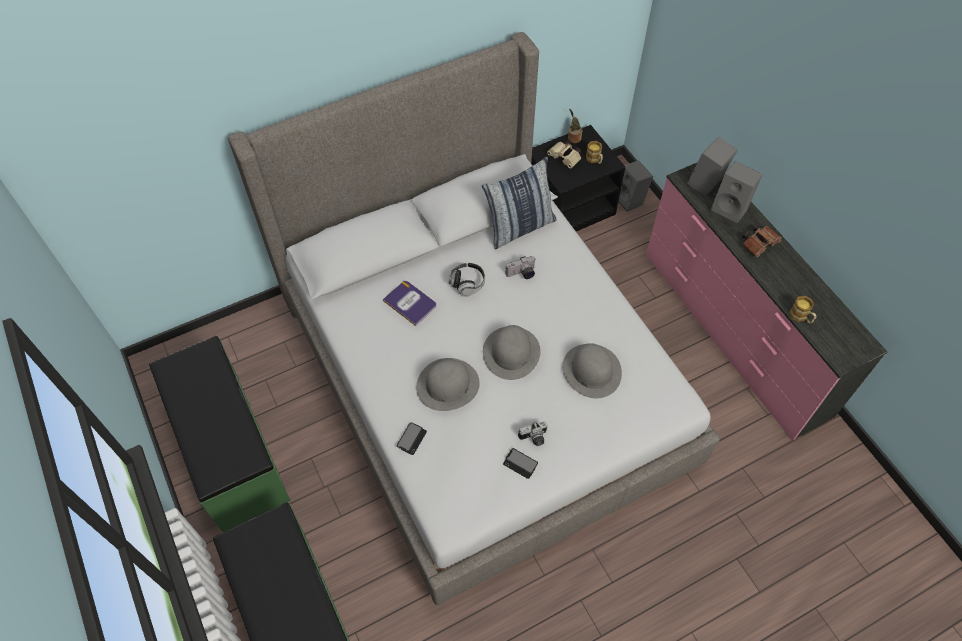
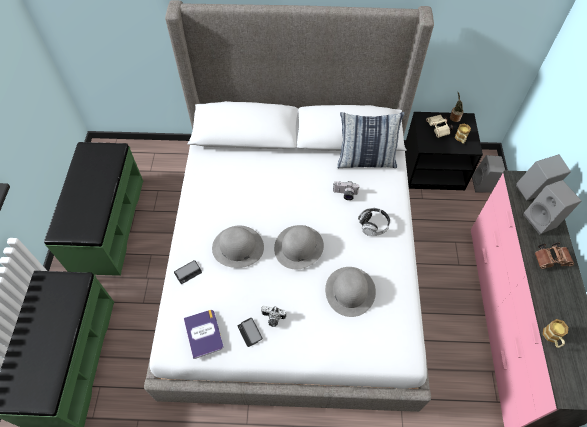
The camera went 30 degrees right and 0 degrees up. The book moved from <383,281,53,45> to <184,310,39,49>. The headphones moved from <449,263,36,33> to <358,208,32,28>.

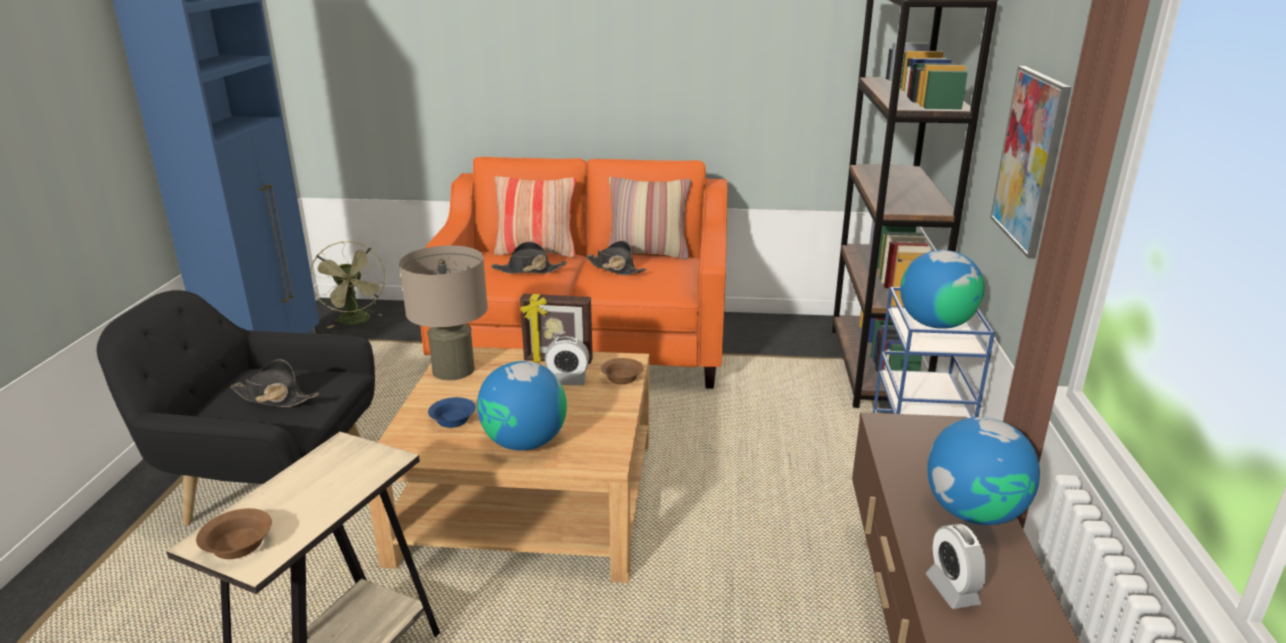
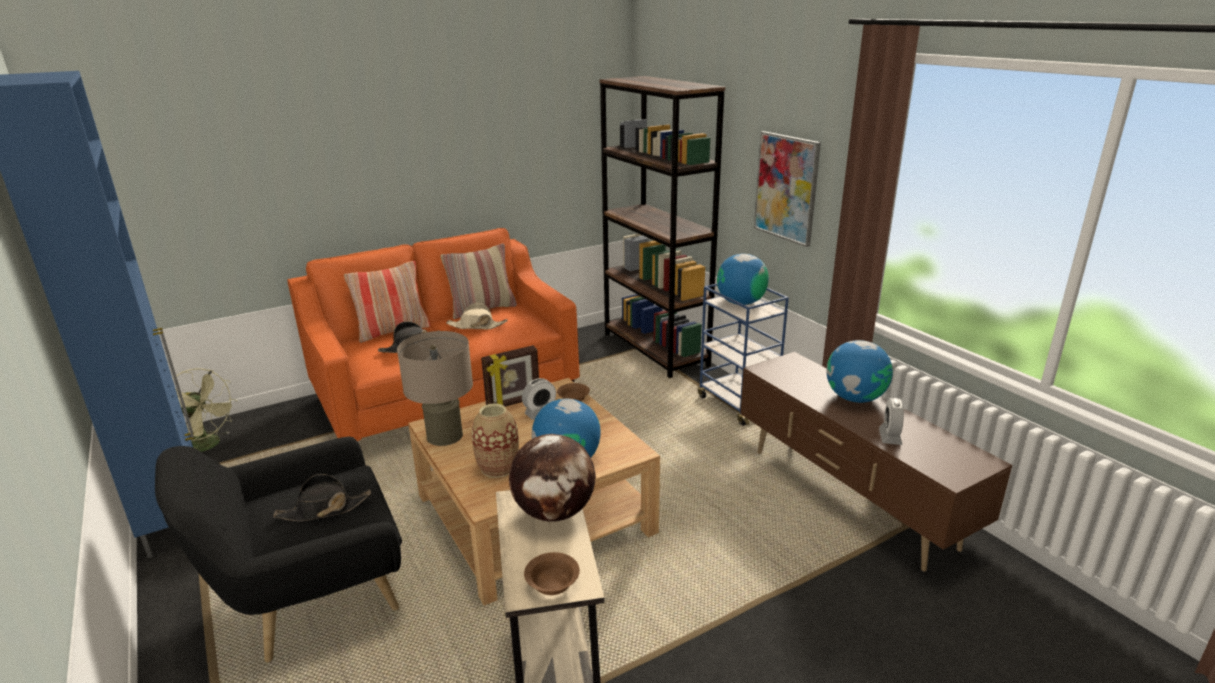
The camera went 35 degrees left and 0 degrees up. The blue bowl at <428,397,48,31> was replaced by the vase at <472,403,47,75>. The black hat at <586,241,61,34> became the beige hat at <446,302,62,27>. The alarm clock at <926,524,61,85> turned 60 degrees clockwise. The globe at <509,434,87,88> appeared.

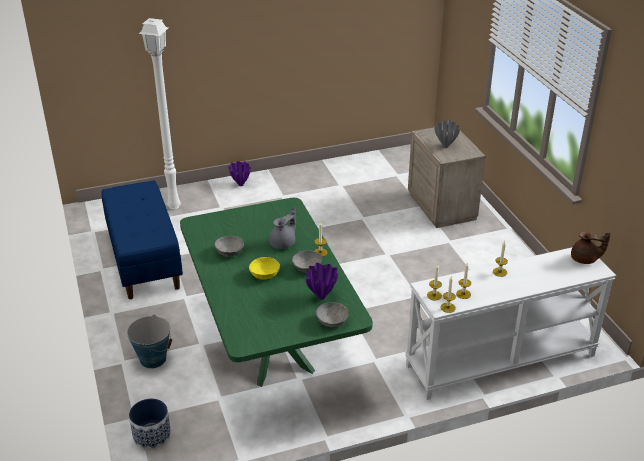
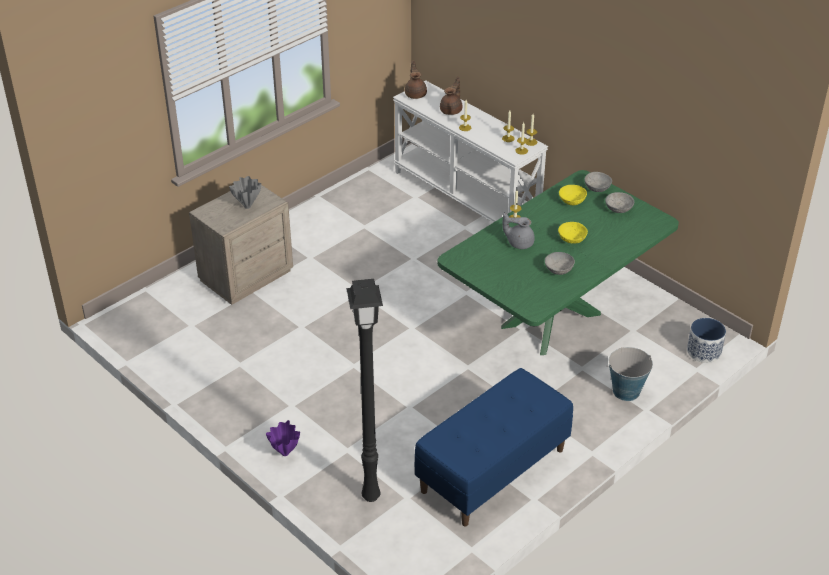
The camera went 115 degrees left and 5 degrees up. The white floor lamp at <139,18,42,191> became the black floor lamp at <347,279,36,223>. The grey bowl moved from <292,250,30,23> to <605,192,29,21>. The purple vase at <305,263,33,36> was replaced by the yellow bowl at <559,185,28,20>. The brown teapot at <440,77,22,38> appeared.

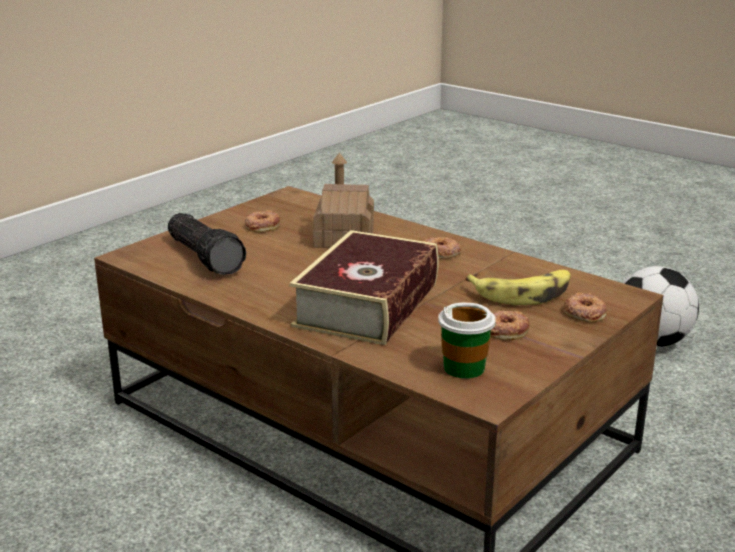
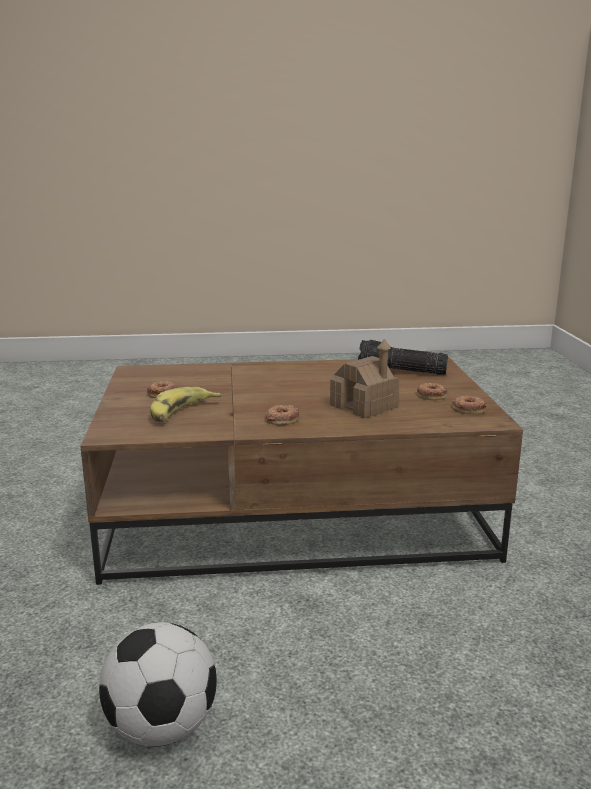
The camera went 135 degrees right and 5 degrees down. The book at <289,230,150,115> disappeared. The cup at <438,302,58,77> disappeared. The donut moved from <564,293,43,30> to <452,396,35,18>.

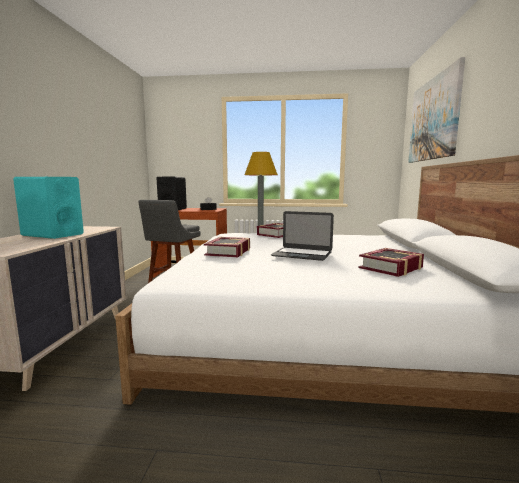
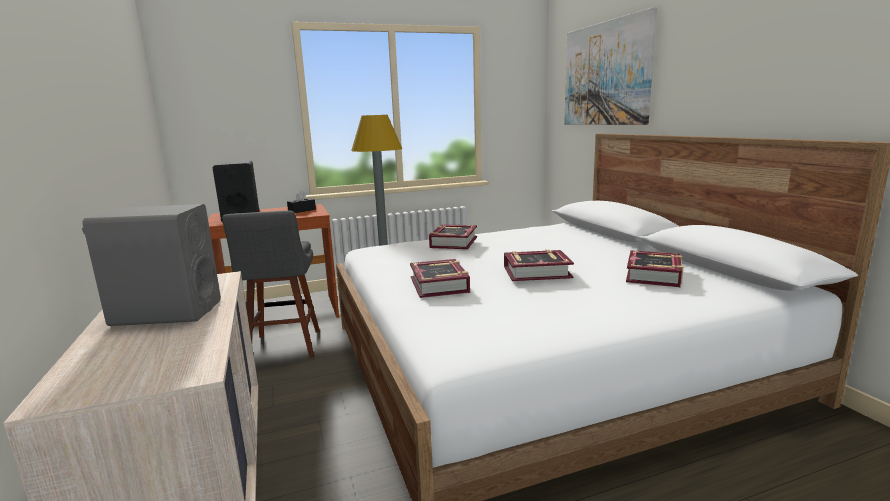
The camera went 25 degrees left and 5 degrees up. The turquoise speaker at <13,177,71,62> became the grey speaker at <82,204,139,122>. The laptop at <271,211,63,50> was replaced by the book at <504,250,70,31>.

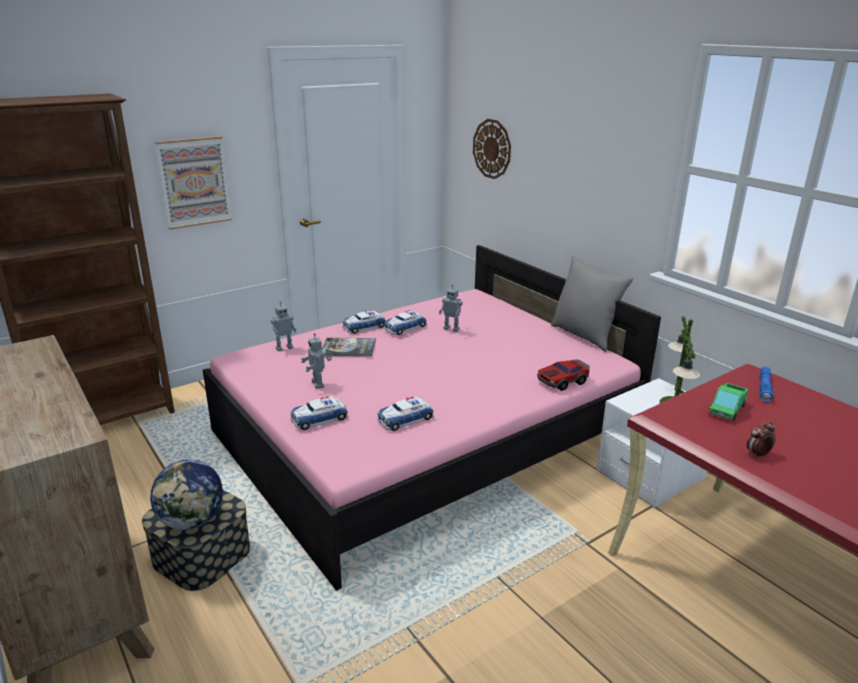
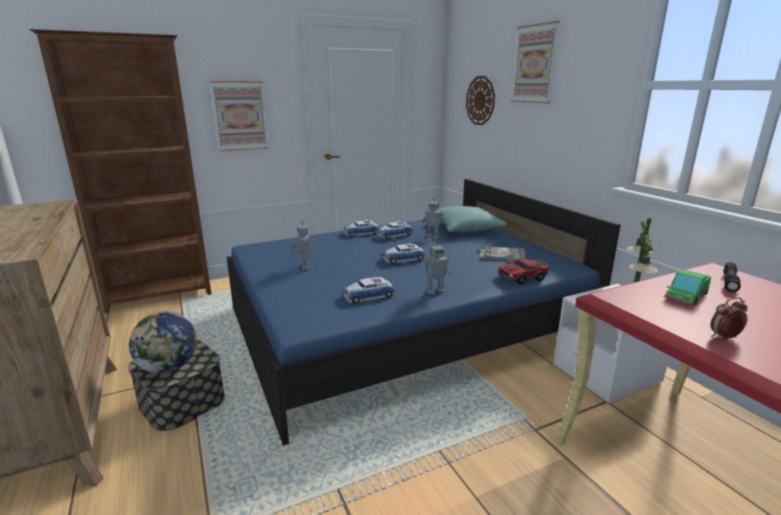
The camera went 10 degrees right and 5 degrees down. The pink bed at <203,245,458,346> became the blue bed at <227,179,394,267>. The toy robot moved from <271,301,26,51> to <425,241,27,54>. The toy car moved from <290,396,58,34> to <383,243,42,21>. The book moved from <322,338,54,18> to <479,246,48,15>. The grey pillow at <551,256,82,96> disappeared. The blue flashlight at <759,366,14,36> became the black flashlight at <723,262,18,30>. The turquoise pillow at <437,206,70,26> appeared. The picture at <511,21,49,82> appeared.

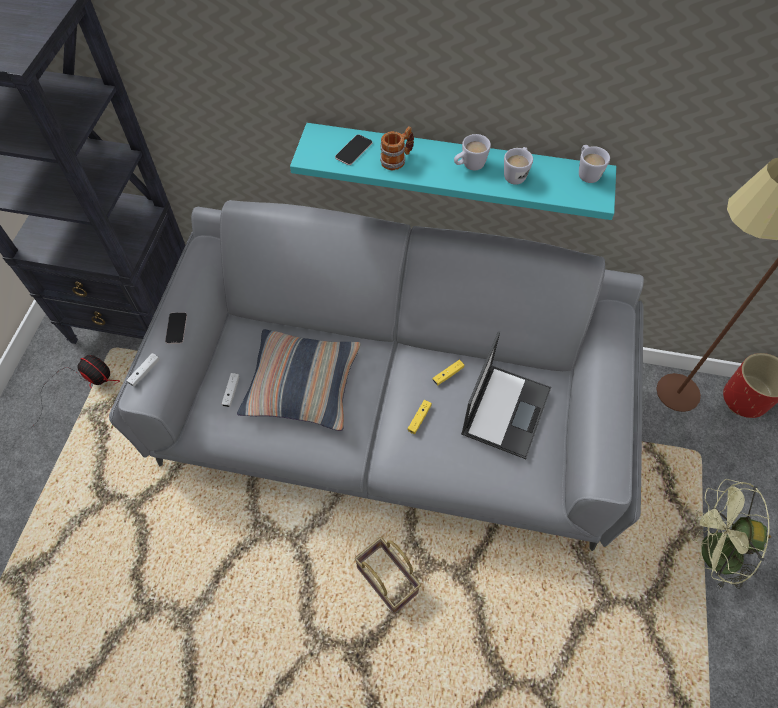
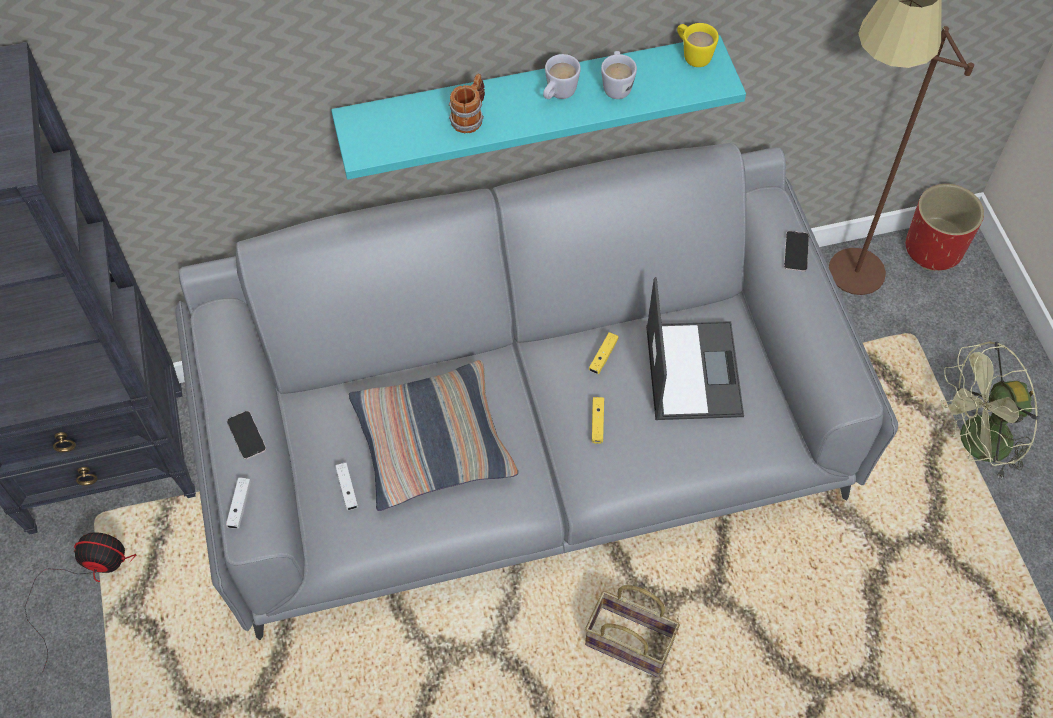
The camera went 25 degrees left and 0 degrees up. The phone moved from <335,134,37,31> to <784,231,25,41>. The white mug at <579,145,31,38> became the yellow mug at <677,23,42,44>.

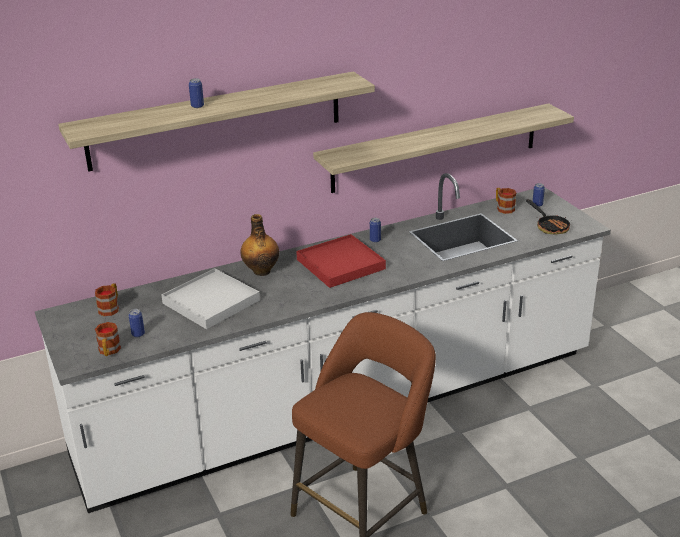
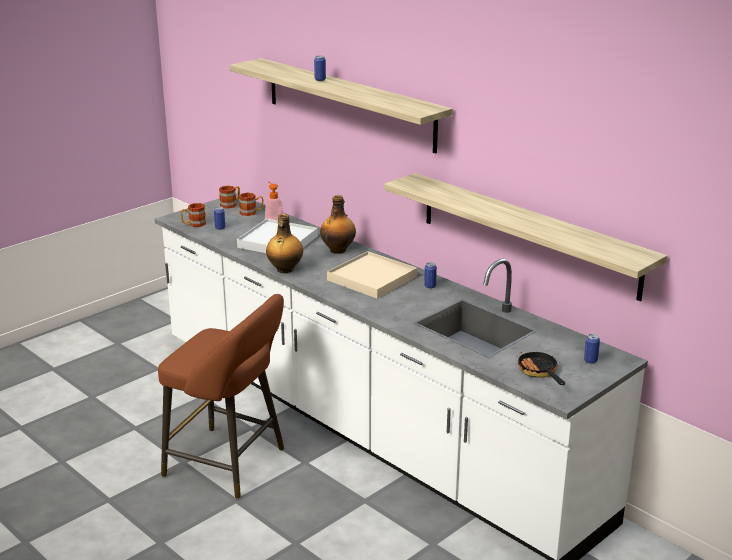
The camera went 70 degrees right and 5 degrees down. The red tray at <296,234,90,54> became the beige tray at <327,251,90,48>. The mug moved from <496,188,20,26> to <219,186,21,23>. The frying pan at <526,199,46,35> turned 120 degrees clockwise. The soap dispenser at <265,182,19,39> appeared. The bottle at <266,214,37,59> appeared.

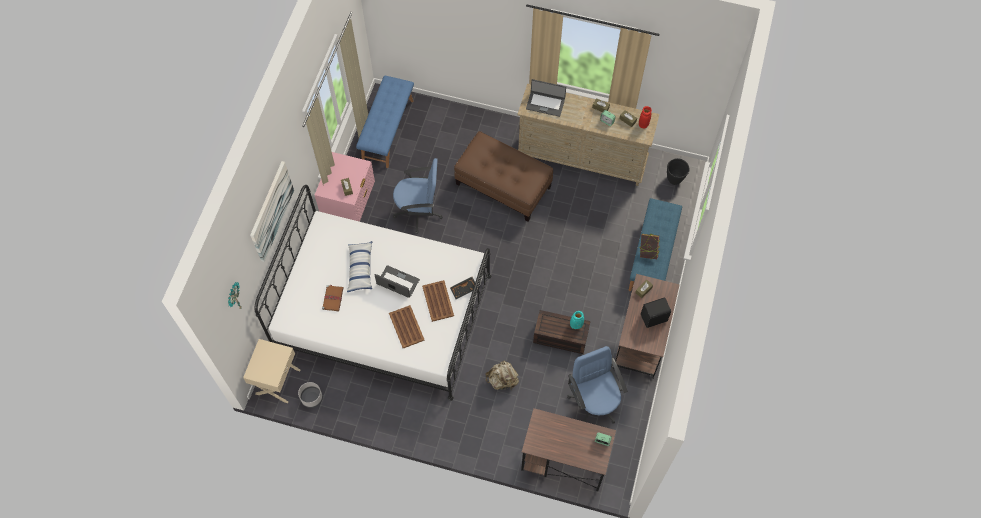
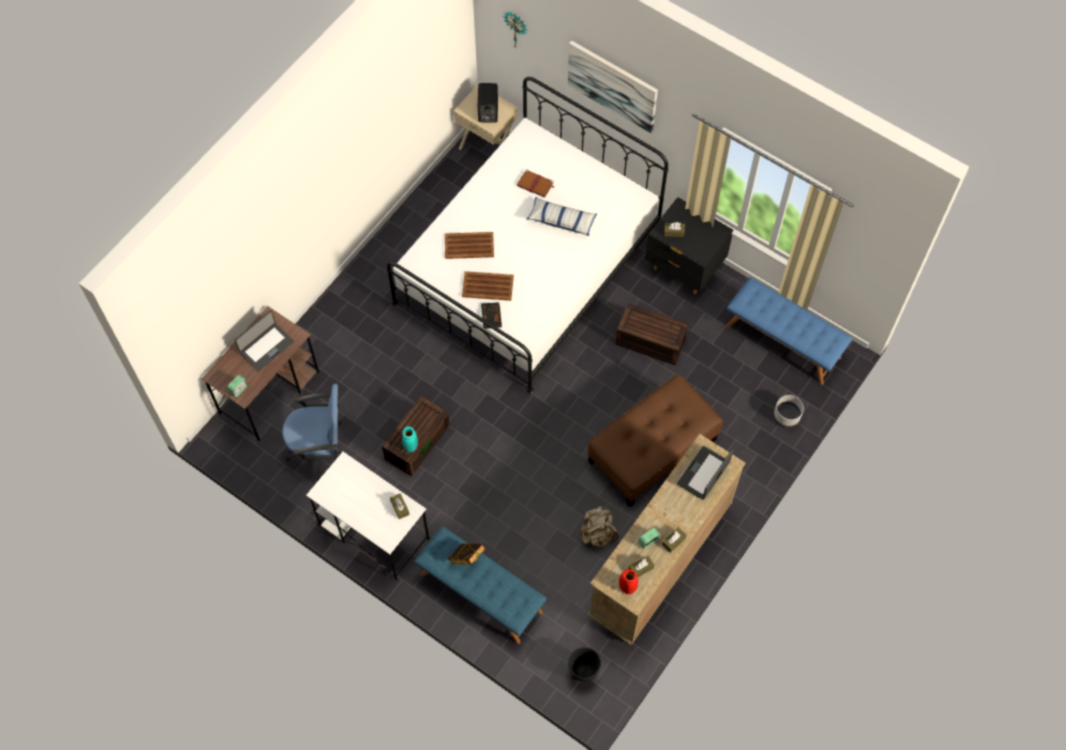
The camera went 110 degrees right and 0 degrees up. The grey planter moved from <298,382,25,26> to <774,395,30,33>. The pink nightstand at <315,152,60,70> became the black nightstand at <645,197,88,97>. The laptop moved from <375,265,45,33> to <235,310,59,61>. The blue office chair at <393,158,50,76> was replaced by the brown storage box at <616,303,73,62>. The beige backpack moved from <485,360,34,30> to <580,506,39,41>. The brown desk at <613,274,67,105> became the white desk at <306,452,124,129>. The black speaker moved from <641,297,30,31> to <478,83,20,40>.

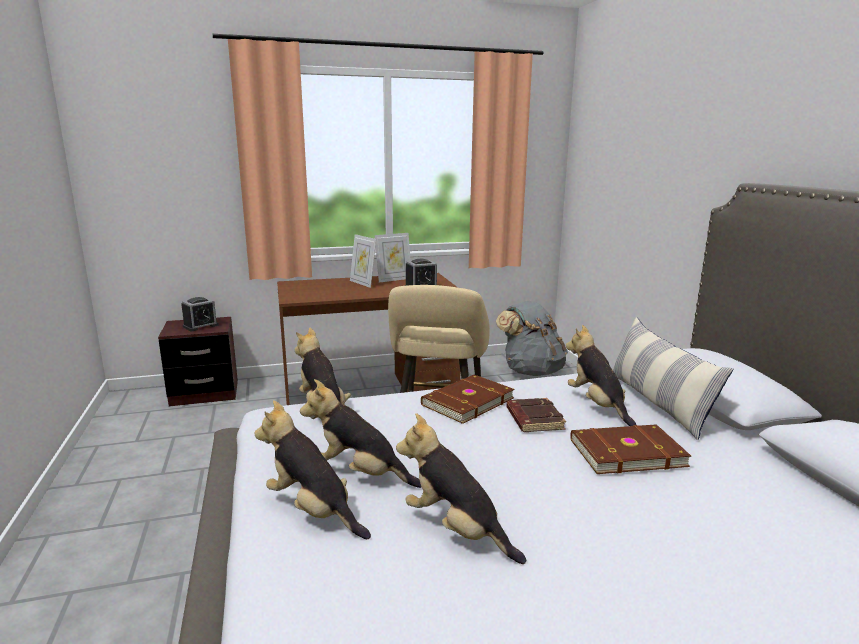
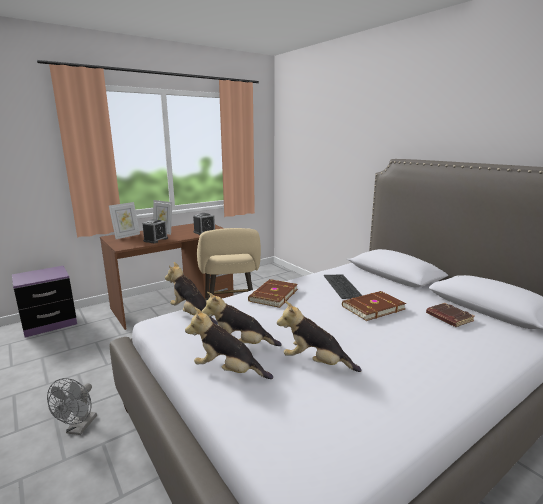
The camera went 20 degrees left and 0 degrees up. The brown nightstand at <158,317,80,89> became the purple nightstand at <12,266,65,71>. The alarm clock moved from <181,297,38,34> to <142,219,26,24>. The picture frame moved from <375,233,36,50> to <109,202,31,37>. The grey backpack at <496,301,72,75> disappeared. The brown book moved from <506,398,60,34> to <426,303,49,24>. The plush toy at <566,325,70,101> was replaced by the keyboard at <324,275,39,24>. The pillow at <612,317,122,123> disappeared. The grey fan at <47,378,50,57> appeared.

